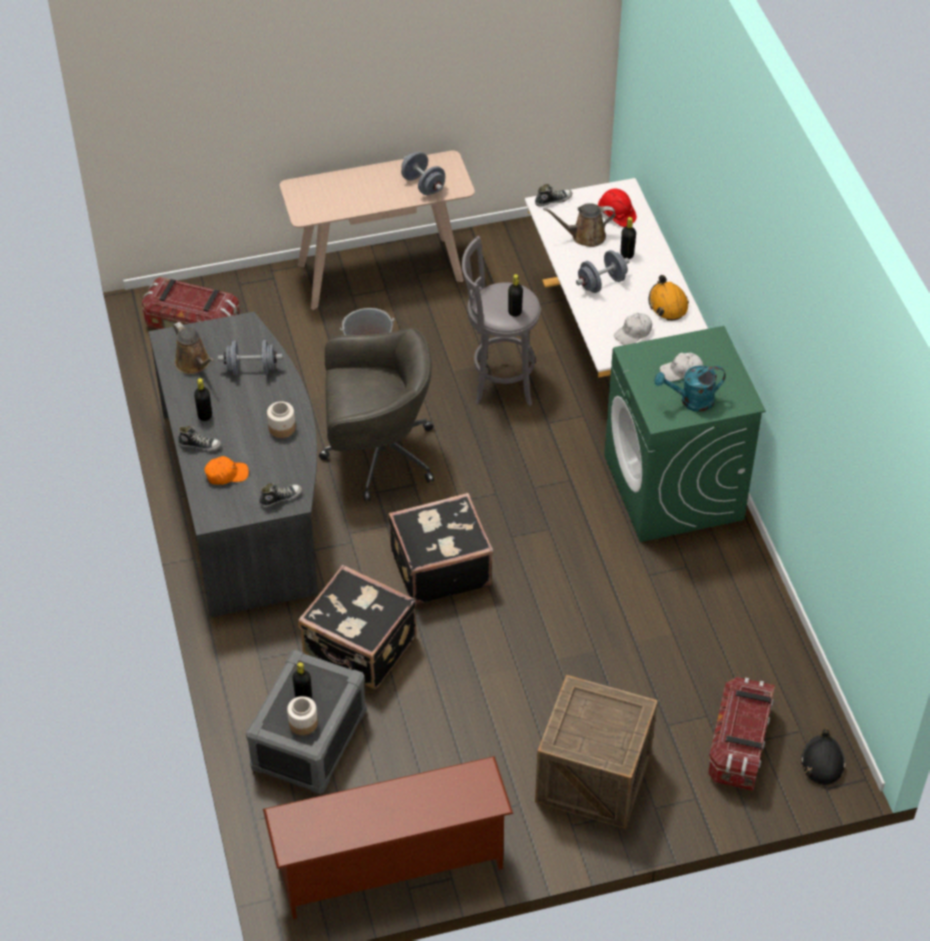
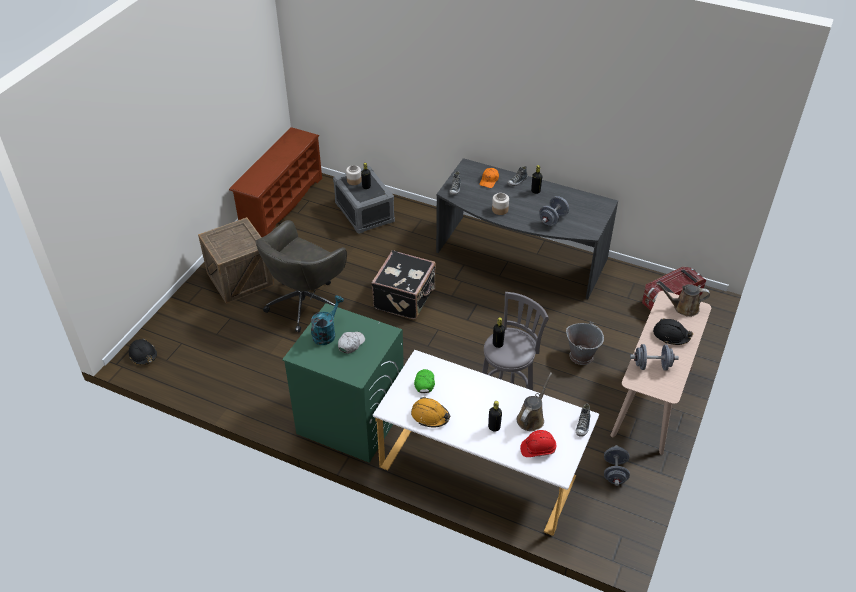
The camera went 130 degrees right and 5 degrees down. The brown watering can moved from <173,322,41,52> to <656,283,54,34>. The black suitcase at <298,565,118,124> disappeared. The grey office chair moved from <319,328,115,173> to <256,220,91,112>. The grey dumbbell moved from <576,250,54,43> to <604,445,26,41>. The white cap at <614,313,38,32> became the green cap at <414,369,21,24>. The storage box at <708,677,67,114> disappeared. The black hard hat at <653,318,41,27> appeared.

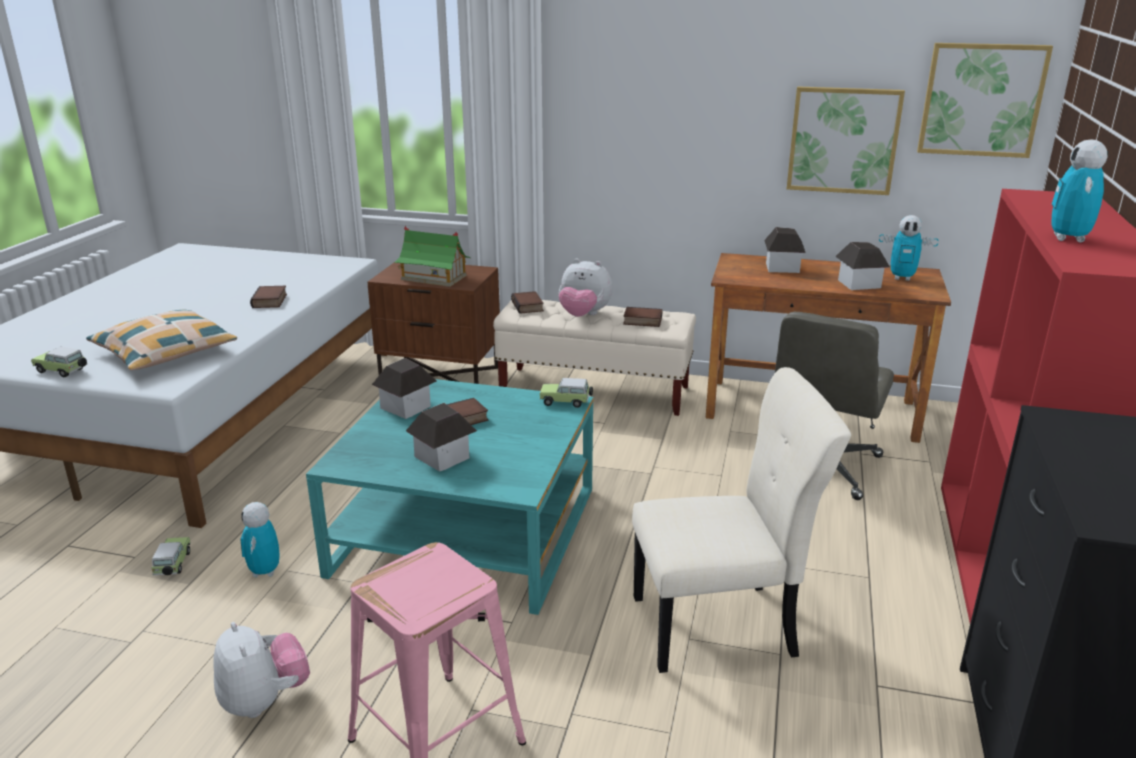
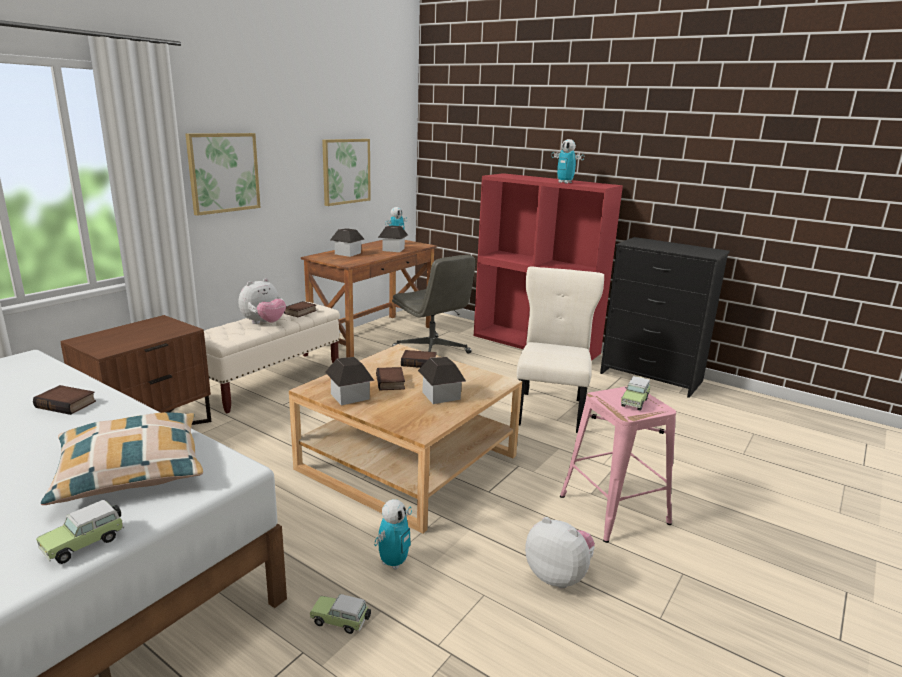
The camera went 70 degrees left and 5 degrees down. The plush toy at <213,622,97,96> turned 45 degrees clockwise. The toy robot at <240,502,40,75> turned 75 degrees counterclockwise. The turquoise coffee table at <306,379,288,236> became the beige coffee table at <289,344,233,190>. The toy house at <394,226,77,61> disappeared. The book moved from <511,291,33,23> to <401,350,36,18>. The toy car moved from <540,378,53,30> to <621,376,29,35>. The picture moved from <917,43,136,115> to <185,133,76,83>.

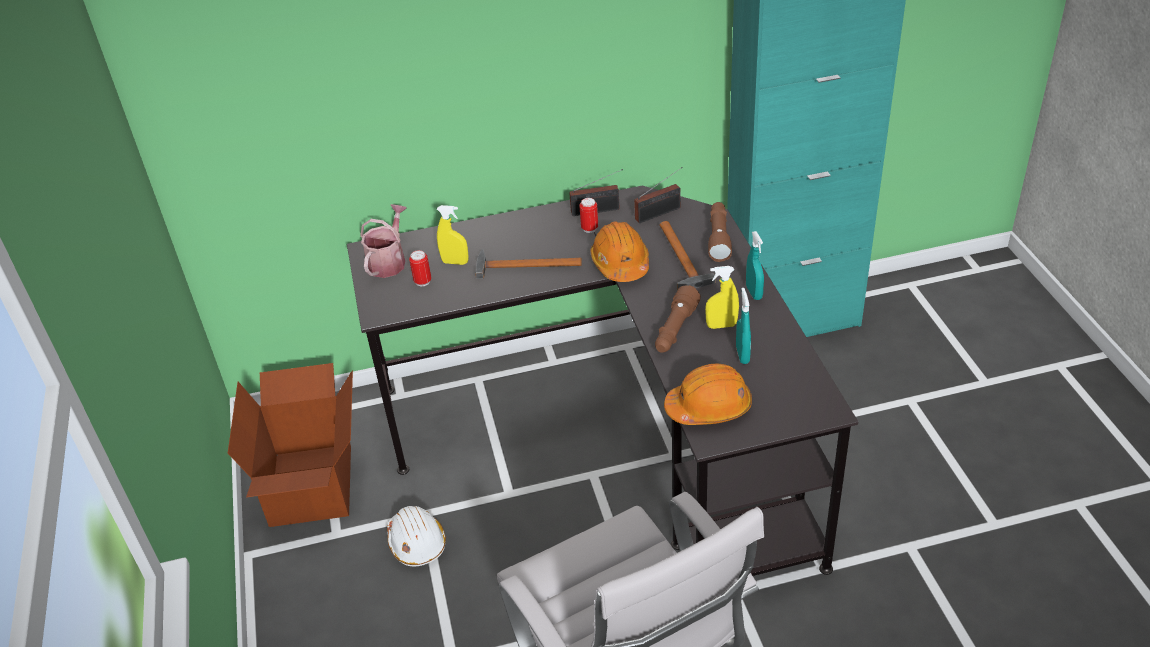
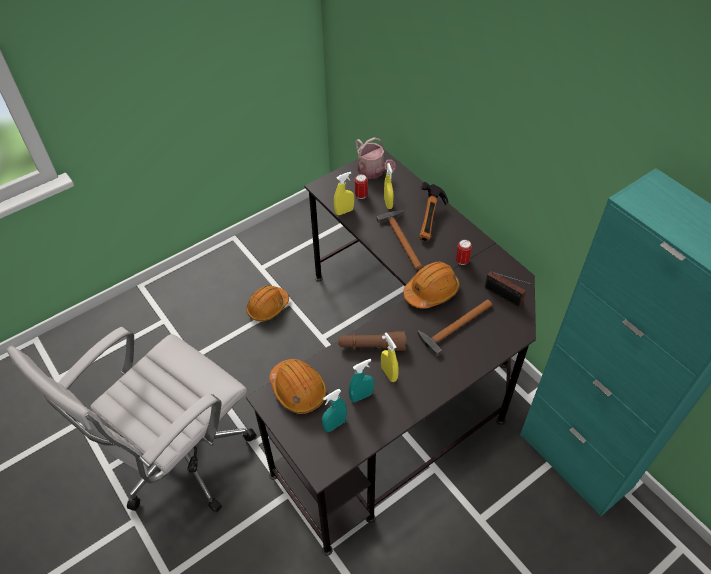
The camera went 65 degrees right and 10 degrees up. The cardboard box at <228,363,125,164> disappeared. The watering can at <360,204,47,74> turned 60 degrees clockwise. The white hard hat at <387,506,59,60> became the orange hard hat at <246,285,43,37>. The radio at <569,169,54,47> disappeared. The brown flashlight at <708,202,24,60> disappeared. The turquoise spray bottle moved from <746,231,18,69> to <322,389,25,43>. The yellow spray bottle at <334,172,21,43> appeared. The hammer at <419,182,30,60> appeared.

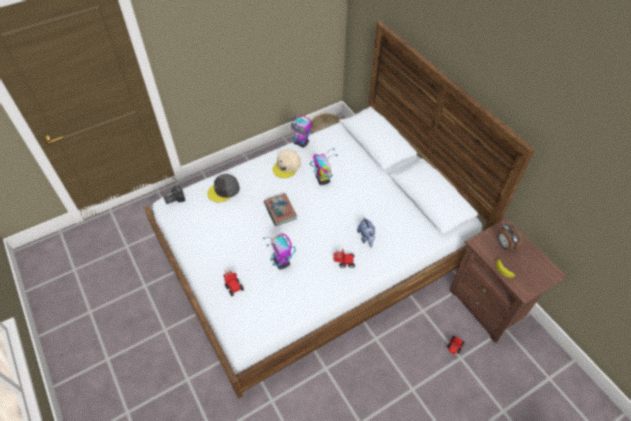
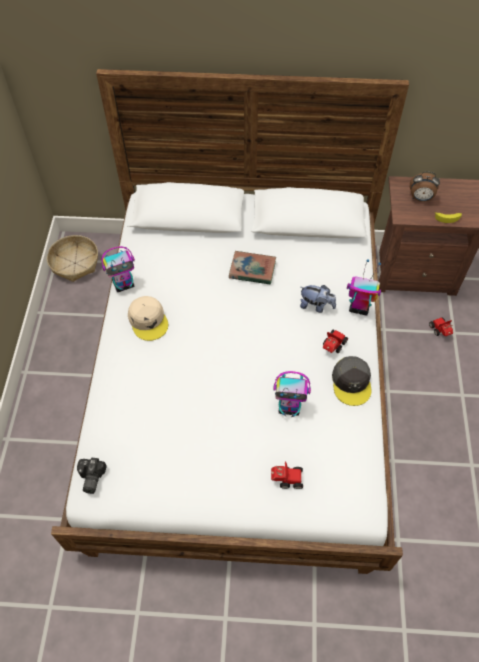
The camera went 55 degrees left and 5 degrees up. The grey cap moved from <207,174,33,28> to <332,356,40,50>. The book moved from <264,193,33,33> to <229,251,47,34>. The toy robot moved from <310,148,27,37> to <347,259,34,57>.

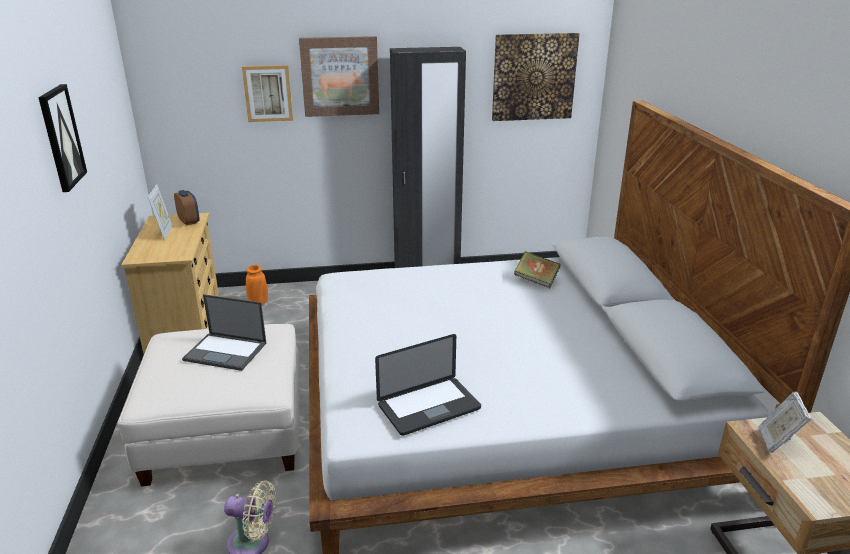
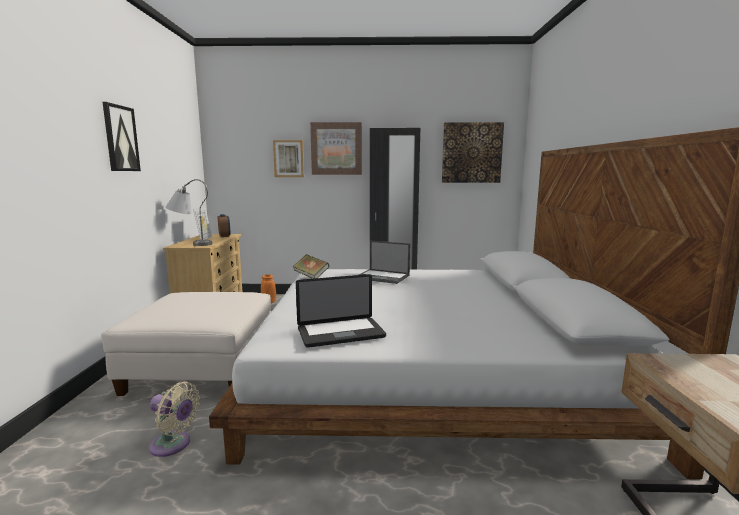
The camera went 10 degrees right and 15 degrees down. The laptop moved from <182,294,85,77> to <359,241,51,43>. The book moved from <514,251,46,37> to <293,255,37,24>. The picture frame at <759,392,53,61> disappeared. The grey table lamp at <166,179,46,67> appeared.

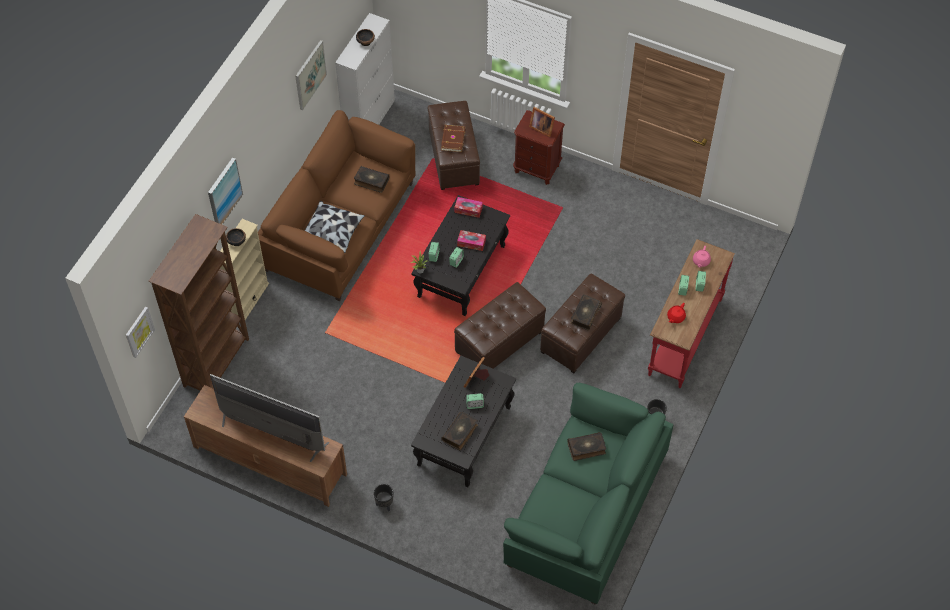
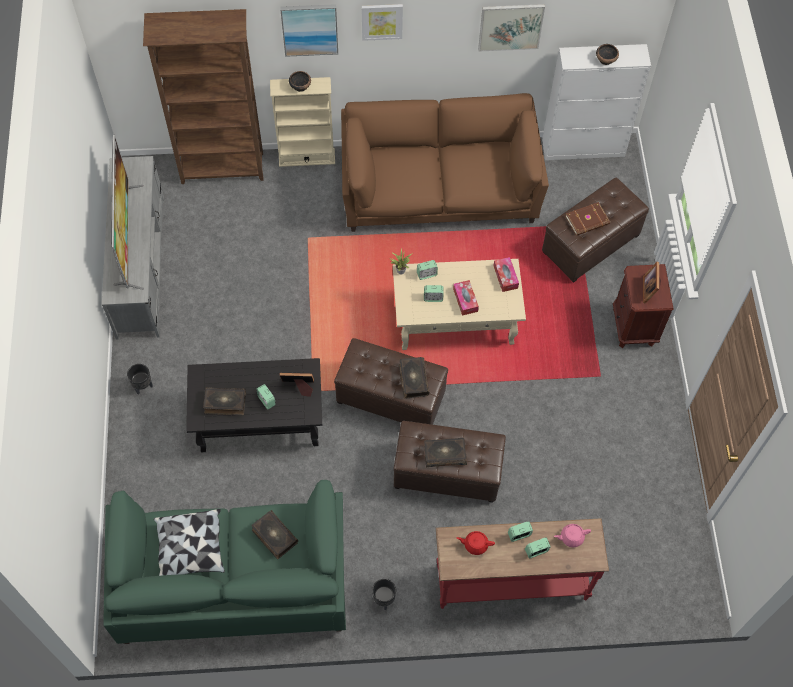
The camera went 60 degrees right and 5 degrees up. The picture moved from <126,306,29,52> to <362,4,41,37>. The brown tv stand at <184,385,163,122> became the grey tv stand at <102,156,62,184>. The pillow moved from <305,201,60,52> to <154,509,71,67>. The book moved from <354,166,35,27> to <399,357,31,42>. The black coffee table at <411,195,99,121> became the beige coffee table at <393,259,133,91>.

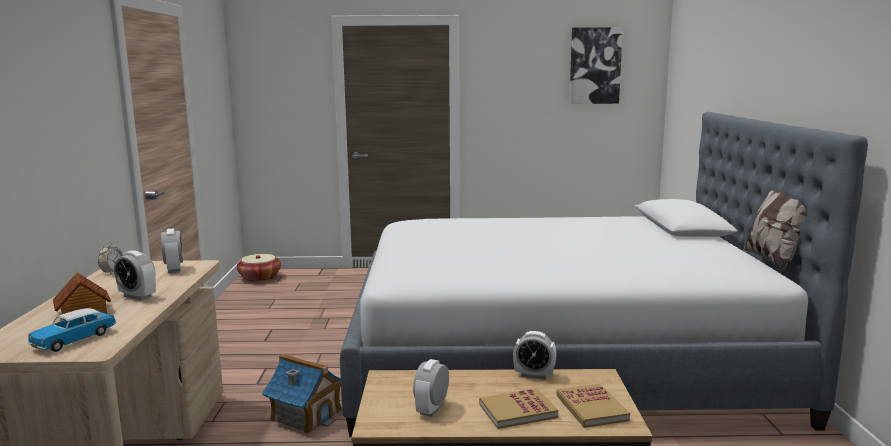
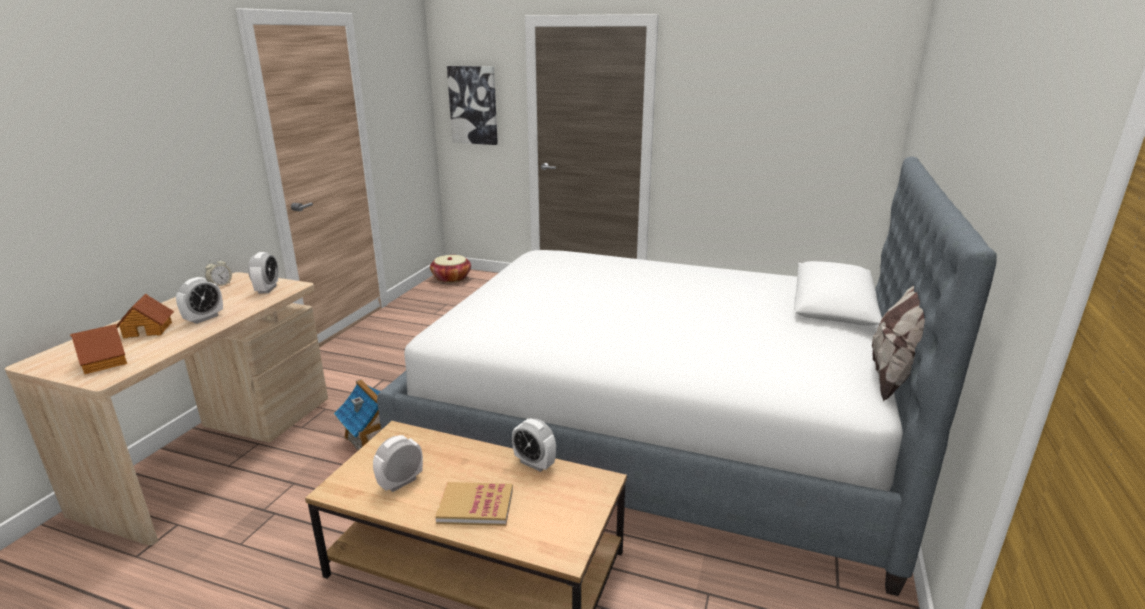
The camera went 20 degrees right and 10 degrees up. The toy car at <28,308,88,44> was replaced by the toy house at <70,324,57,50>. The alarm clock at <114,250,42,50> turned 105 degrees counterclockwise. The book at <556,384,74,44> disappeared. The picture moved from <569,27,54,77> to <447,66,51,79>.

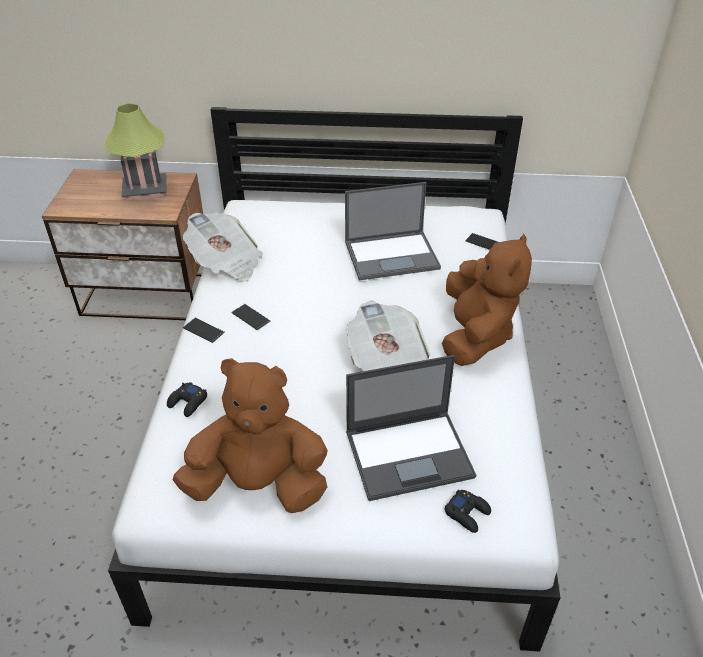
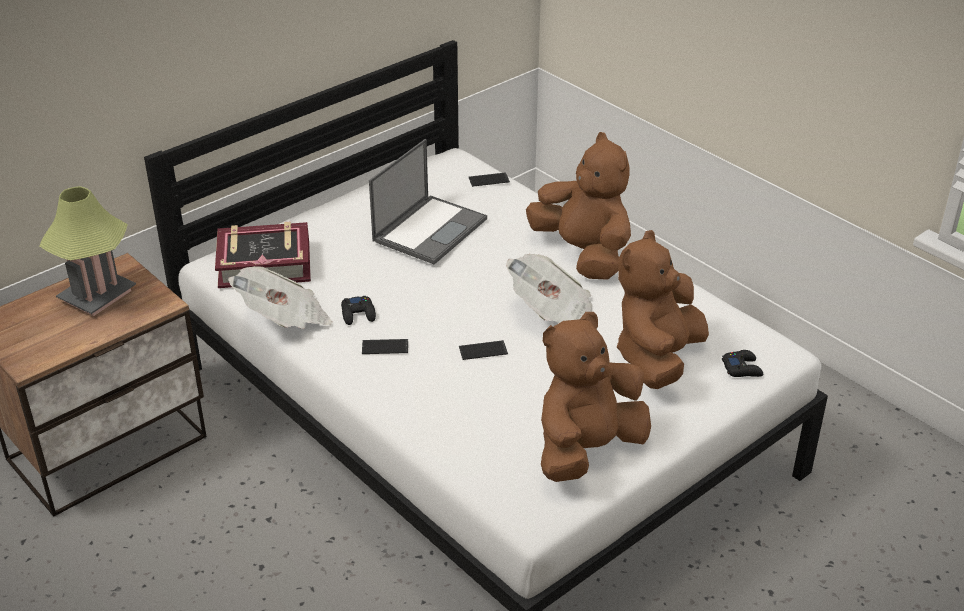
The camera went 45 degrees left and 5 degrees down. The black game controller moved from <167,382,40,35> to <341,296,35,29>. The phone moved from <183,318,42,25> to <459,340,49,20>. The laptop at <346,355,130,146> was replaced by the brown plush toy at <617,230,92,159>. The book at <215,222,96,66> appeared.

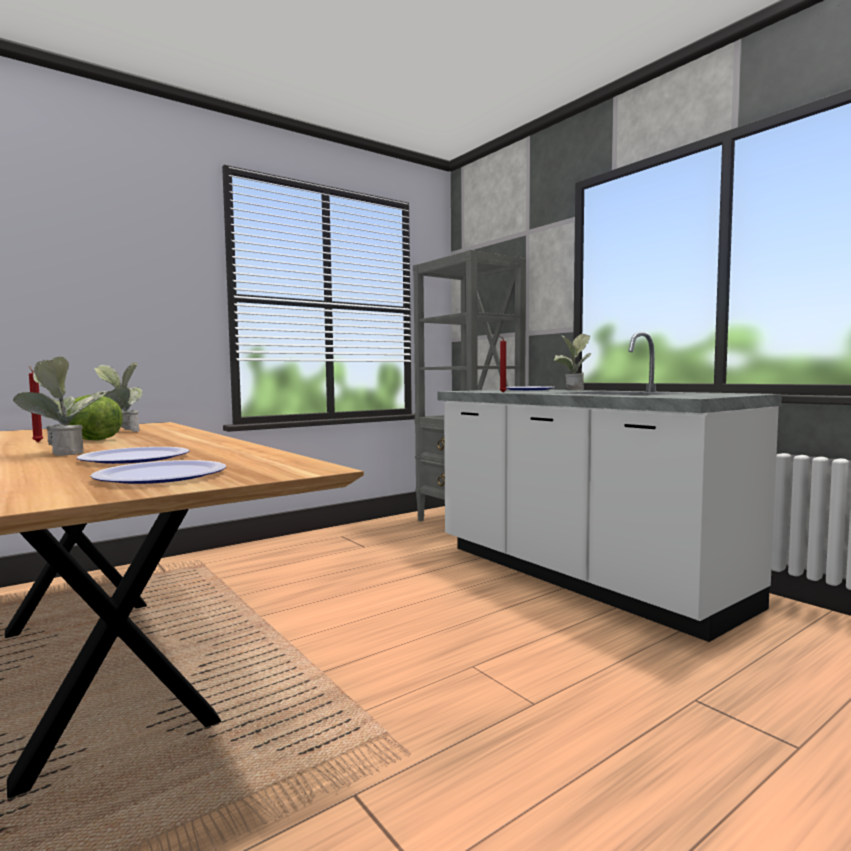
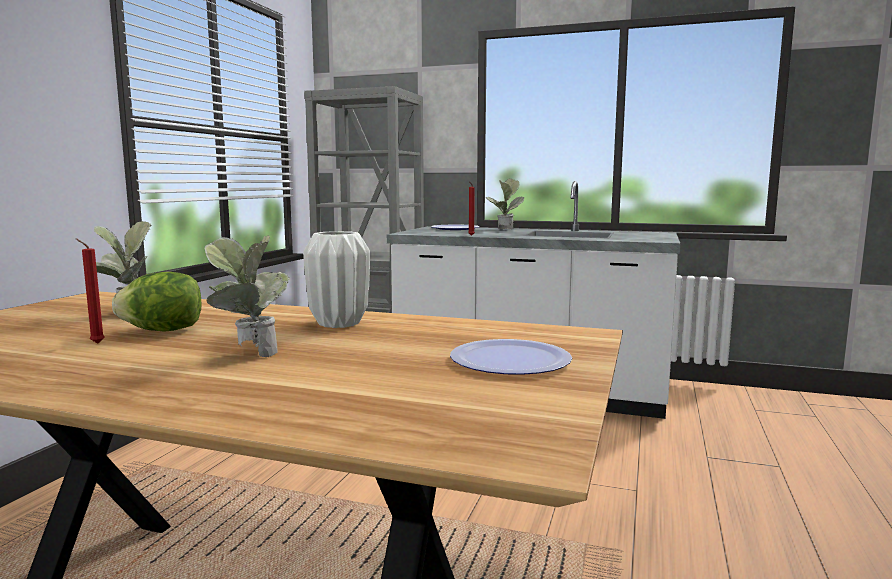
The camera went 35 degrees left and 5 degrees up. The plate at <77,447,113,17> disappeared. The white vase at <303,231,67,97> appeared.

